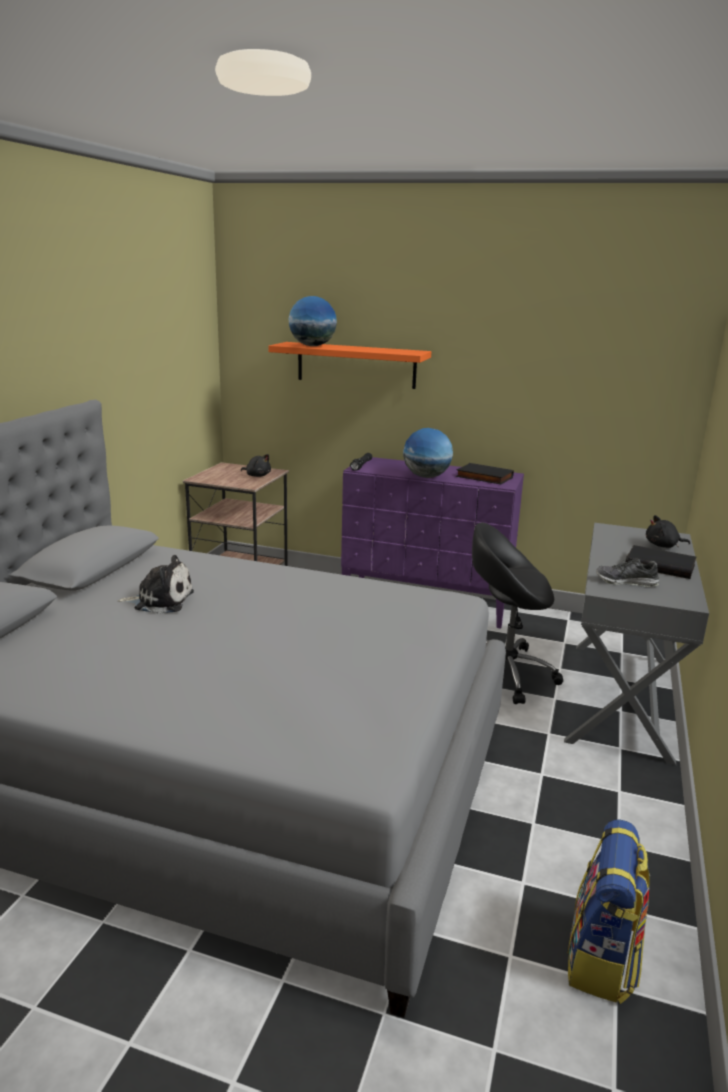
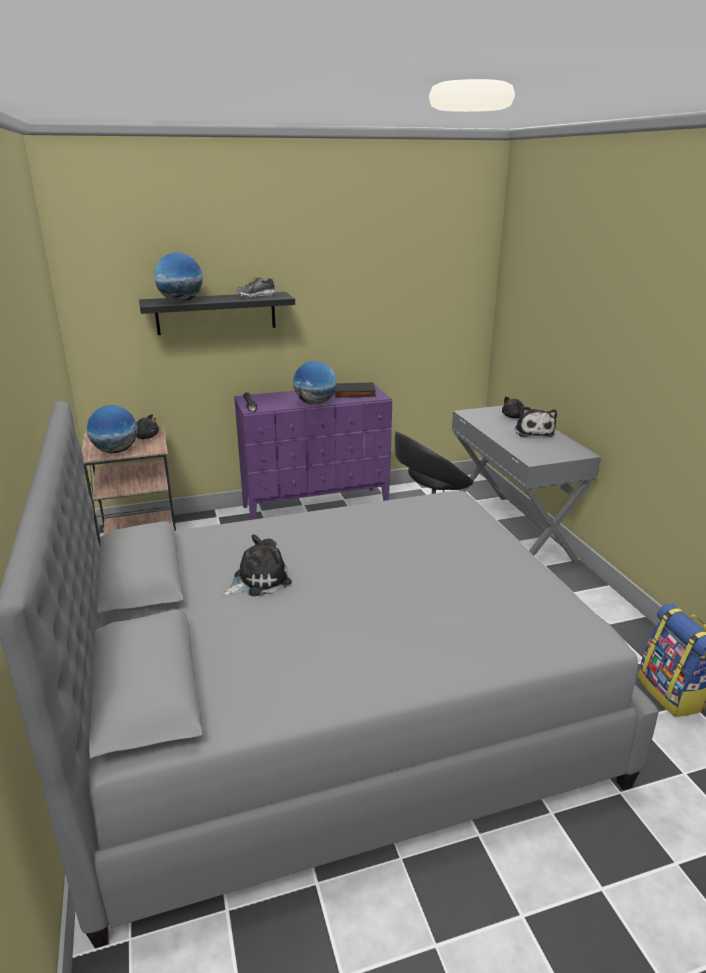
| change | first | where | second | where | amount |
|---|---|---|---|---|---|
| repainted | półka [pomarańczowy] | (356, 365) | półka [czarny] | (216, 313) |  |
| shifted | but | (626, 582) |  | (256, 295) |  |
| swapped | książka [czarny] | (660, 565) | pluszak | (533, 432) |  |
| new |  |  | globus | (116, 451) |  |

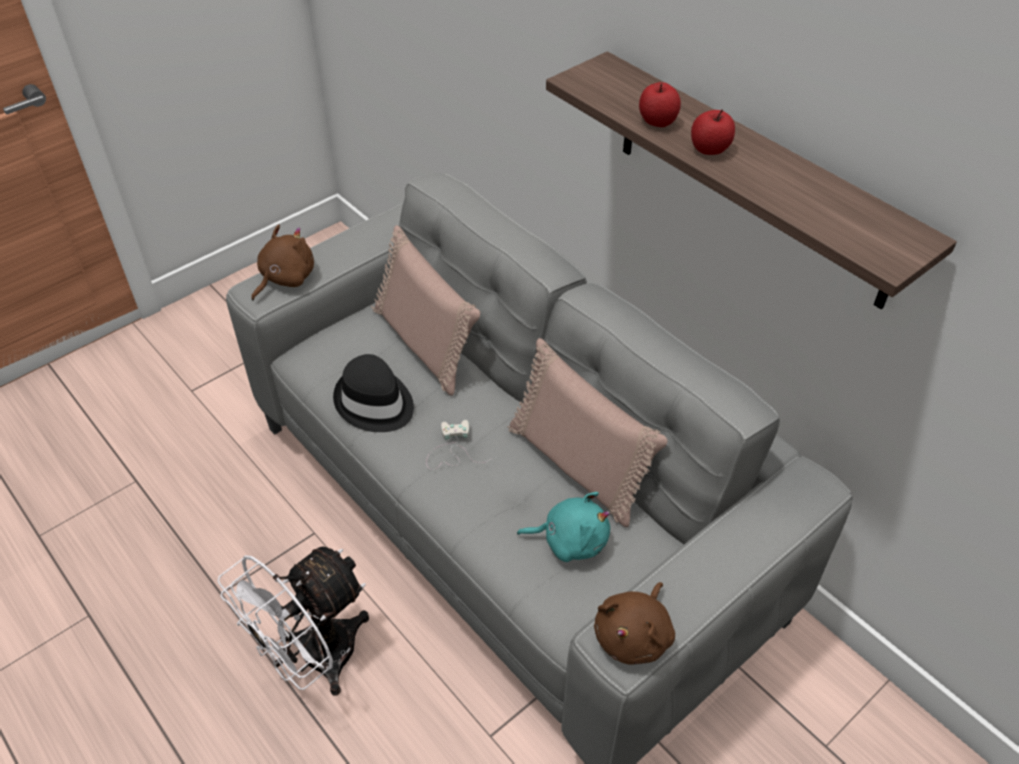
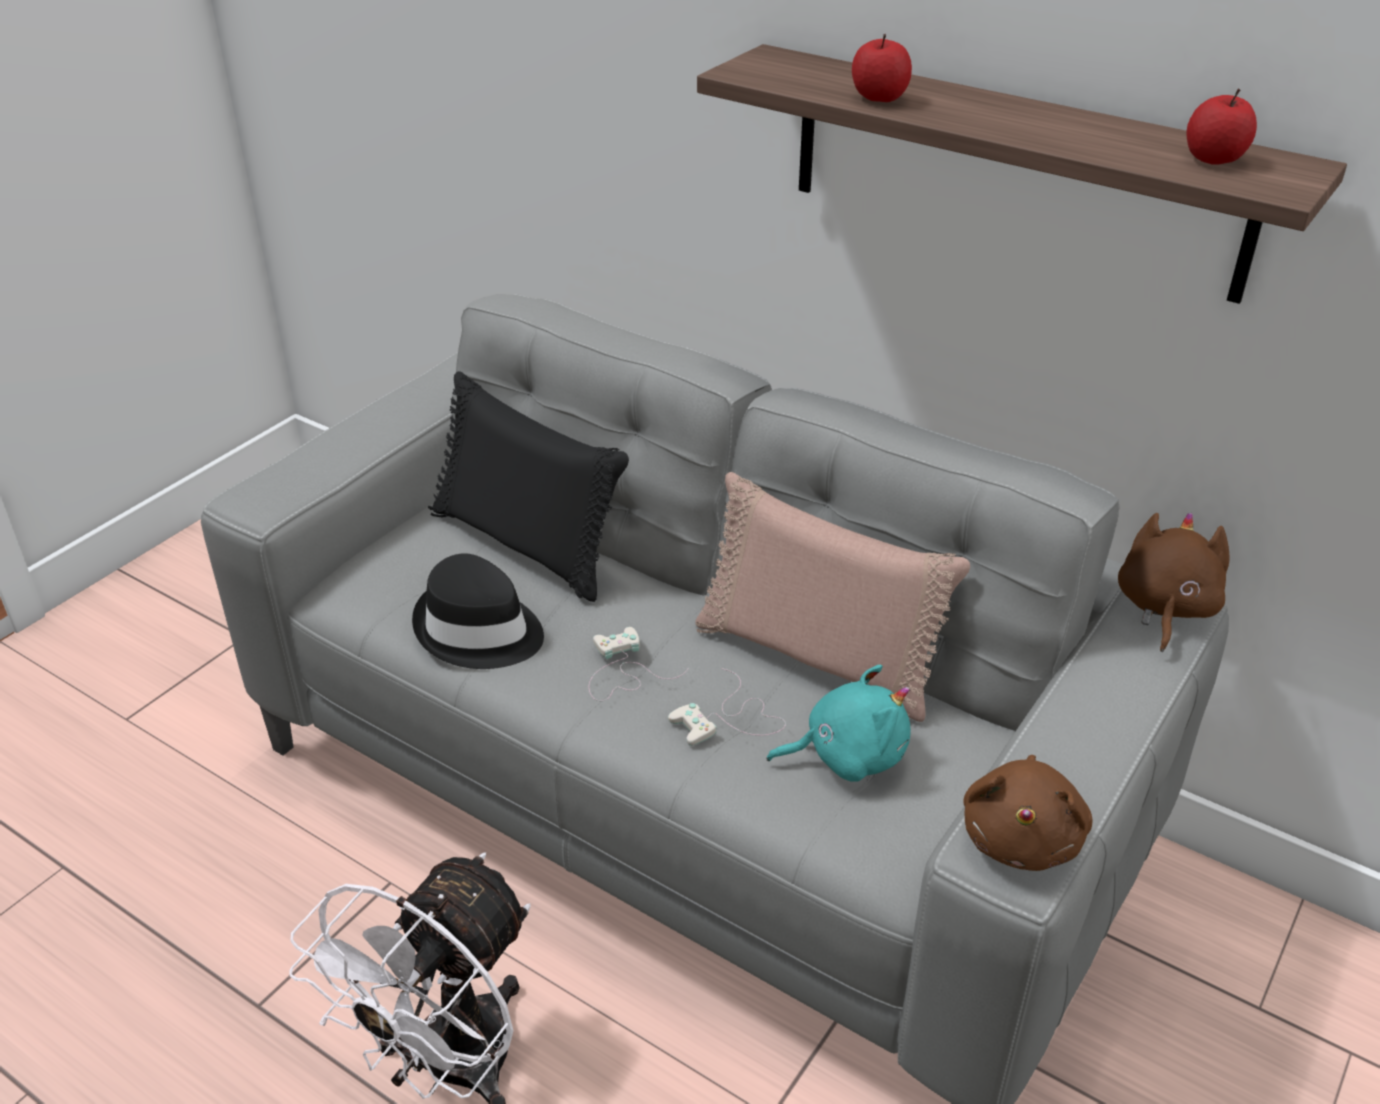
| change | first | where | second | where | amount |
|---|---|---|---|---|---|
| shifted | pluszak [brązowy] | (285, 278) |  | (1164, 608) |  |
| repainted | poduszka [beżowy] | (426, 344) | poduszka [czarny] | (528, 544) |  |
| shifted | jabłko | (710, 149) |  | (1214, 159) |  |
| new |  |  | pad do gier [biały] | (729, 719) |  |

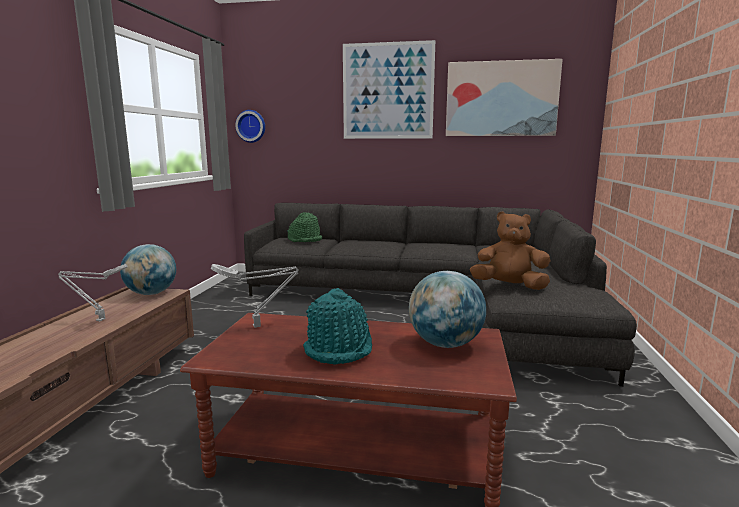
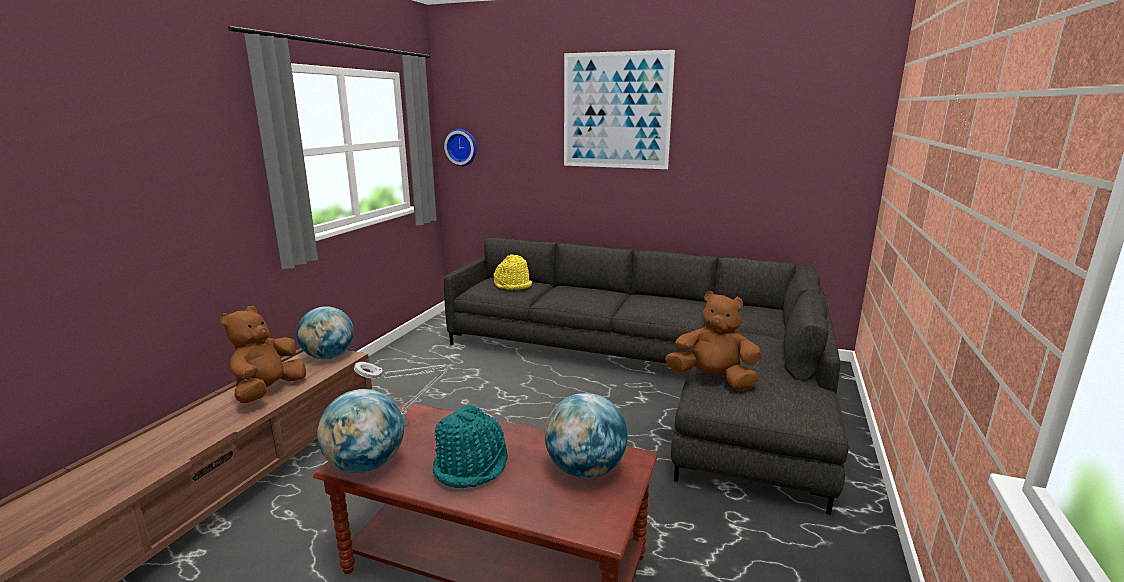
| change | first | where | second | where | amount |
|---|---|---|---|---|---|
| swapped | lampa stołowa [szary] | (98, 320) | pluszak [brązowy] | (268, 391) |  |
| repainted | kapelusz [zielony] | (305, 240) | kapelusz [żółty] | (513, 285) |  |
| gone | obraz | (501, 99) |  |  |  |
| new |  |  | globus | (365, 465) |  |

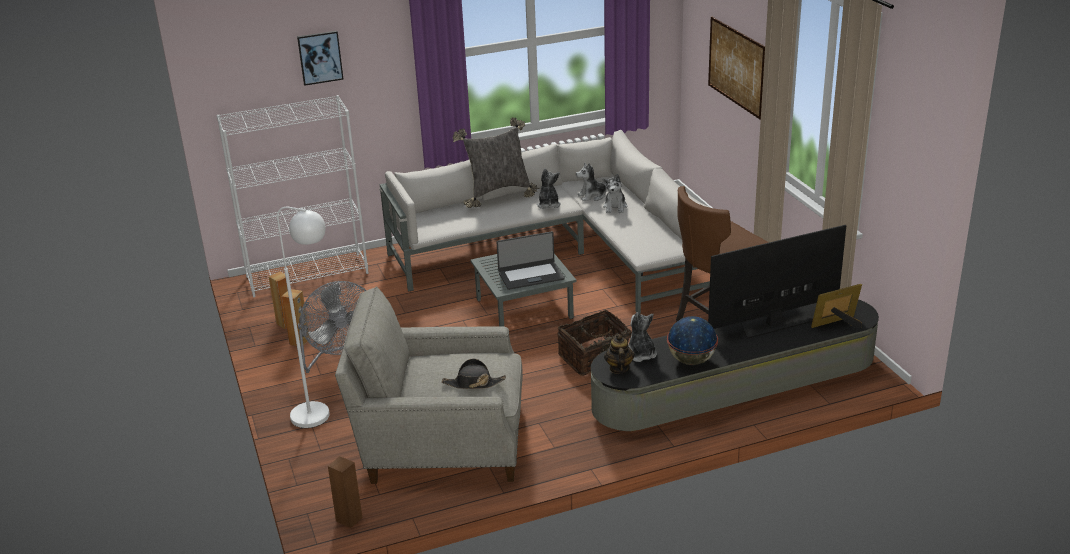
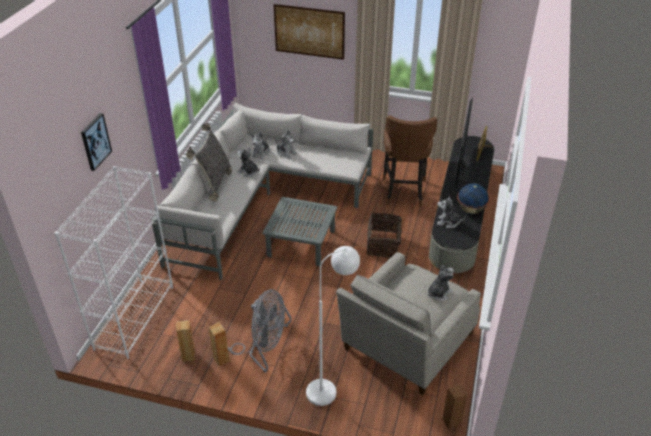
| change | first | where | second | where | amount |
|---|---|---|---|---|---|
| swapped | kapelusz [czarny] | (473, 383) | pluszak | (438, 293) |  |
| gone | laptop | (531, 275) |  |  |  |
| gone | imbryk | (619, 368) |  |  |  |

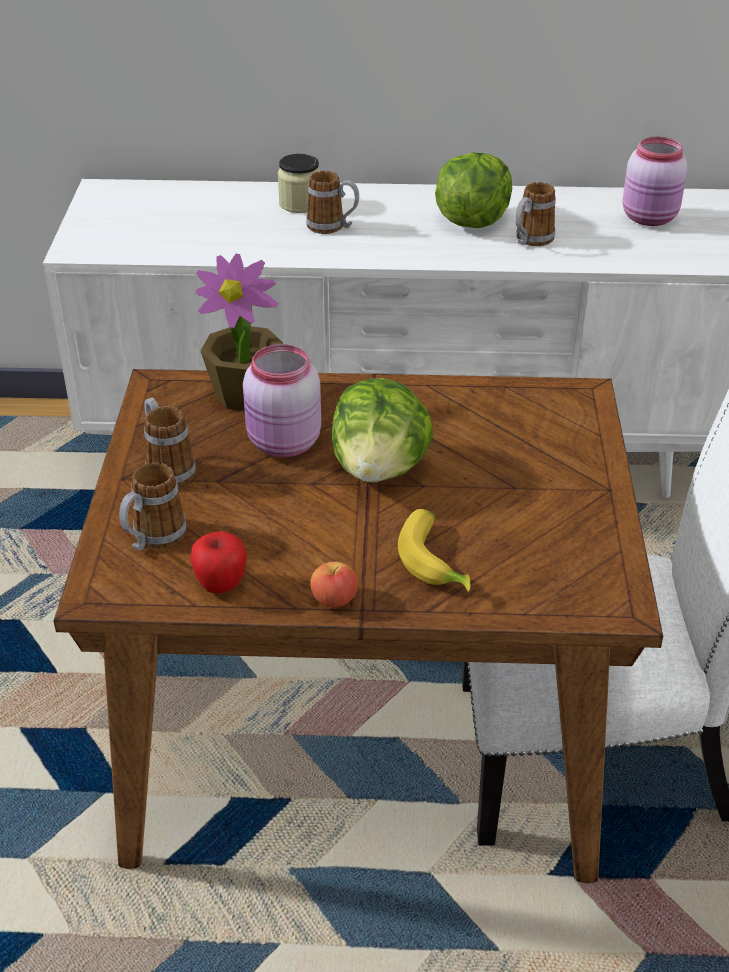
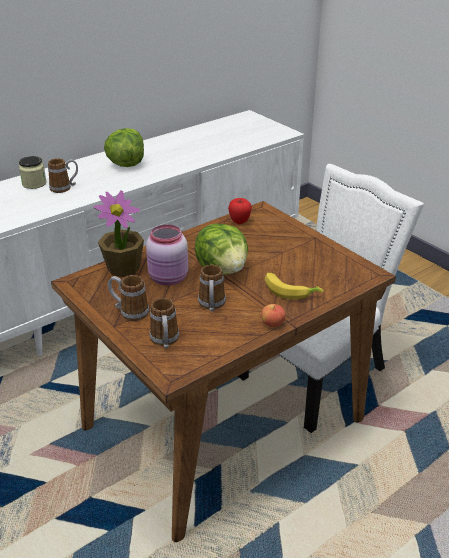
| change | first | where | second | where | amount |
|---|---|---|---|---|---|
| shifted | jabłko | (221, 585) |  | (239, 222) |  |
| shifted | kubek | (530, 241) |  | (211, 305) |  |
| gone | słoik [różowy] | (650, 218) |  |  |  |

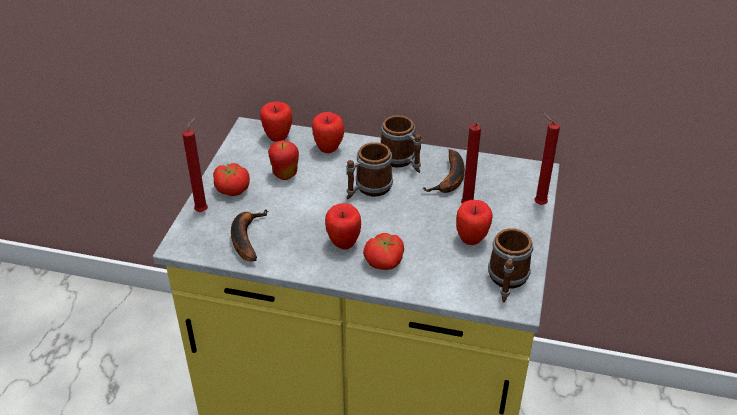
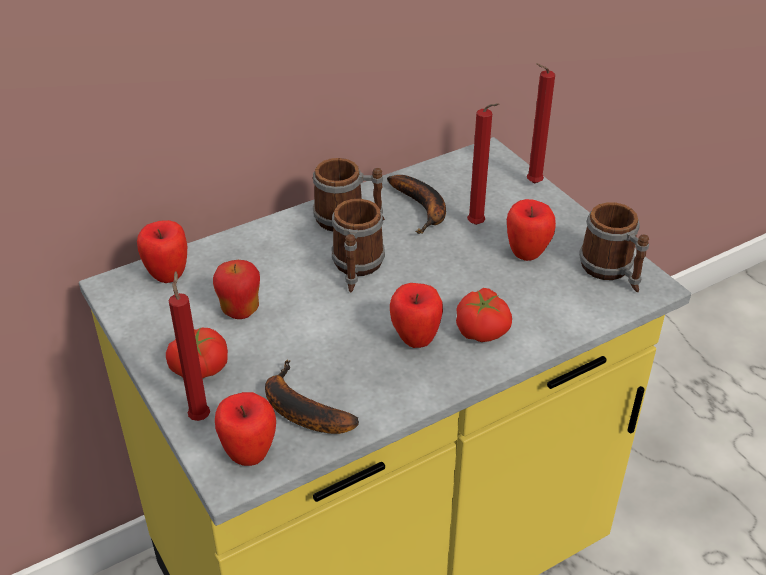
| change | first | where | second | where | amount |
|---|---|---|---|---|---|
| shifted | jabłko | (328, 148) |  | (249, 454) |  |

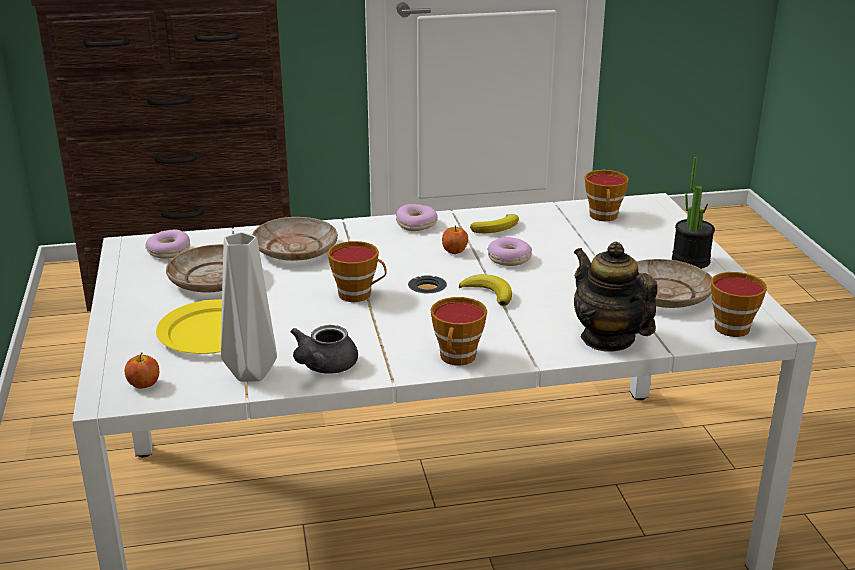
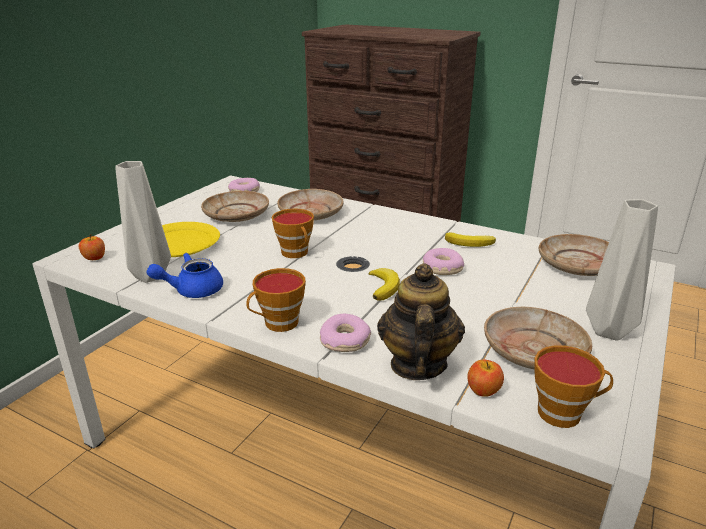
| change | first | where | second | where | amount |
|---|---|---|---|---|---|
| repainted | imbryk [szary] | (323, 367) | imbryk [niebieski] | (192, 290) |  |
| shifted | donut | (416, 224) |  | (345, 341) |  |
| shifted | jabłko | (455, 251) |  | (483, 390) |  |
| swapped | filiżanka | (604, 217) | talerz [beżowy] | (578, 265) |  |
| swapped | roślina doniczkowa | (690, 261) | wazon [szary] | (611, 331) |  |

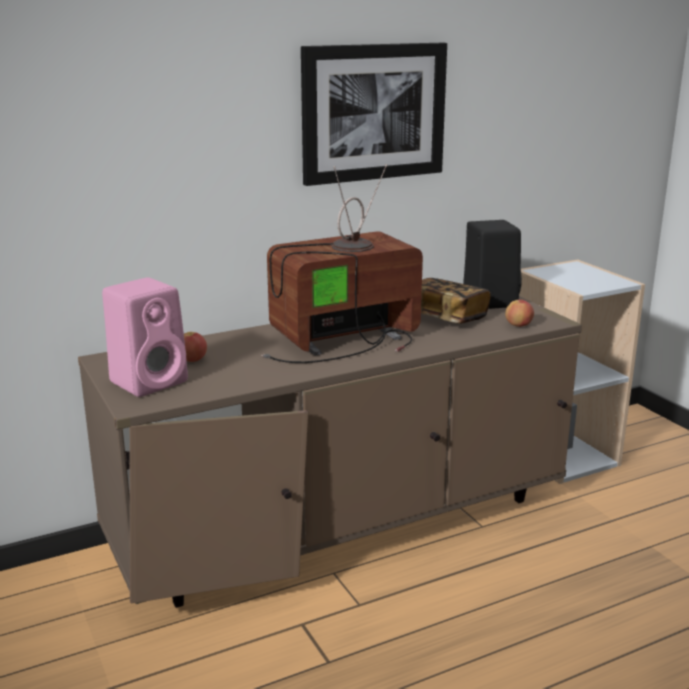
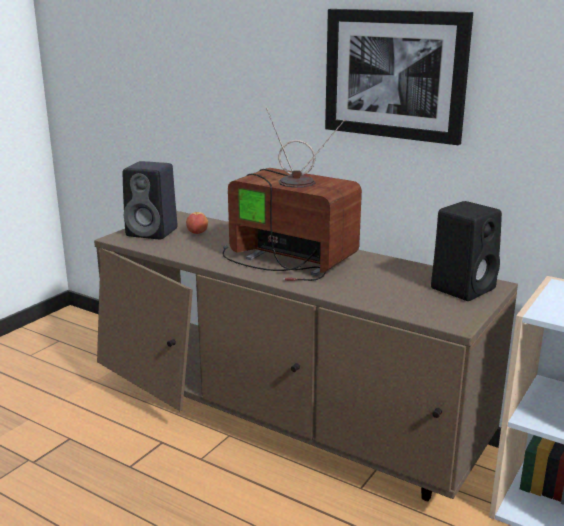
| change | first | where | second | where | amount |
|---|---|---|---|---|---|
| repainted | głośnik [różowy] | (150, 381) | głośnik [czarny] | (153, 232) |  |
| gone | książka | (446, 317) |  |  |  |
| gone | jabłko | (518, 325) |  |  |  |

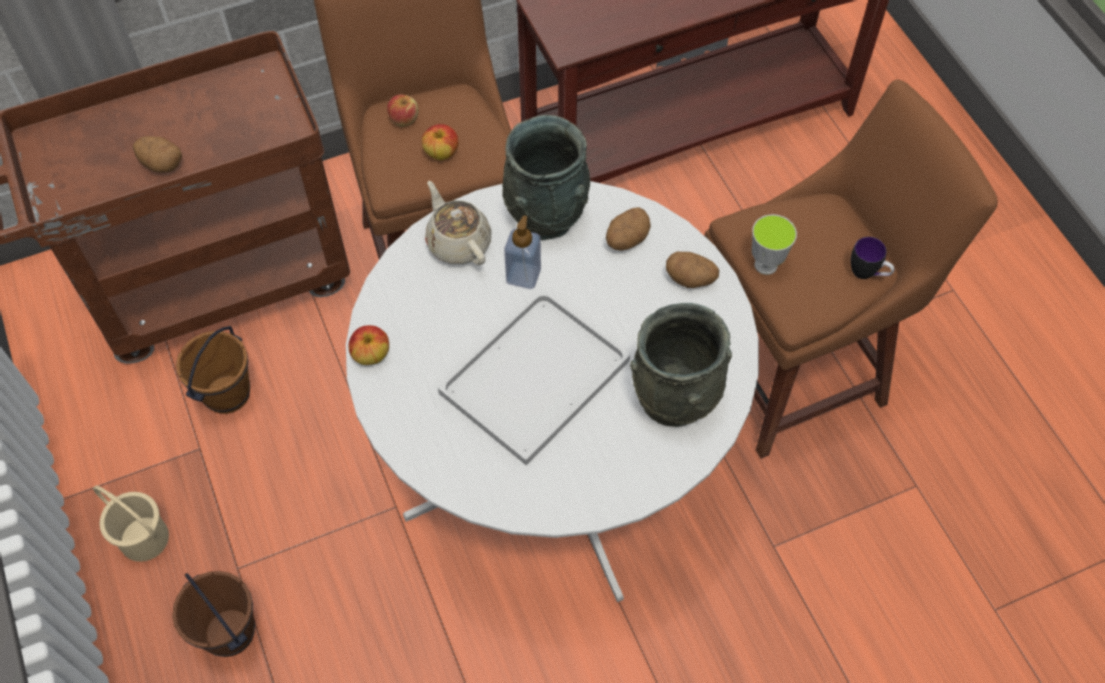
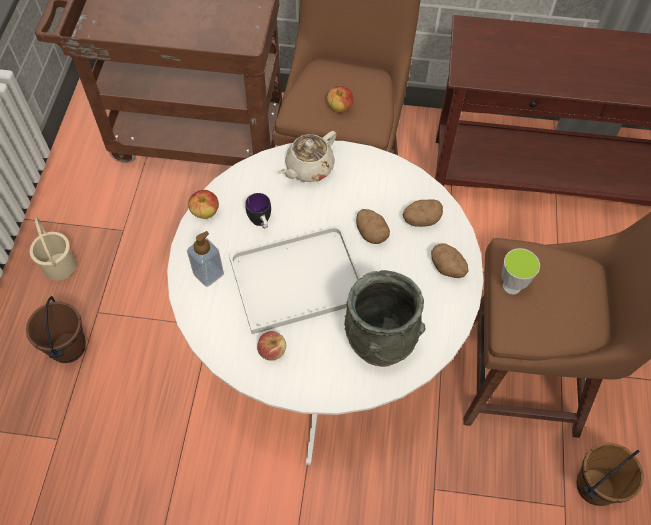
| change | first | where | second | where | amount |
|---|---|---|---|---|---|
| shifted | ziemniak | (161, 163) |  | (371, 233) |  |
| shifted | wiadro [brązowy] | (228, 394) |  | (595, 487) |  |
| shifted | jabłko | (404, 119) |  | (272, 351) |  |
| rotated | imbryk [beżowy] | (458, 242) |  | (308, 168) | 135 degrees counterclockwise |
| gone | wazon [szary] | (546, 218) |  |  |  |
| shifted | dozownik mydła | (523, 275) |  | (208, 274) |  |
| shifted | kubek | (867, 274) |  | (261, 223) |  |

